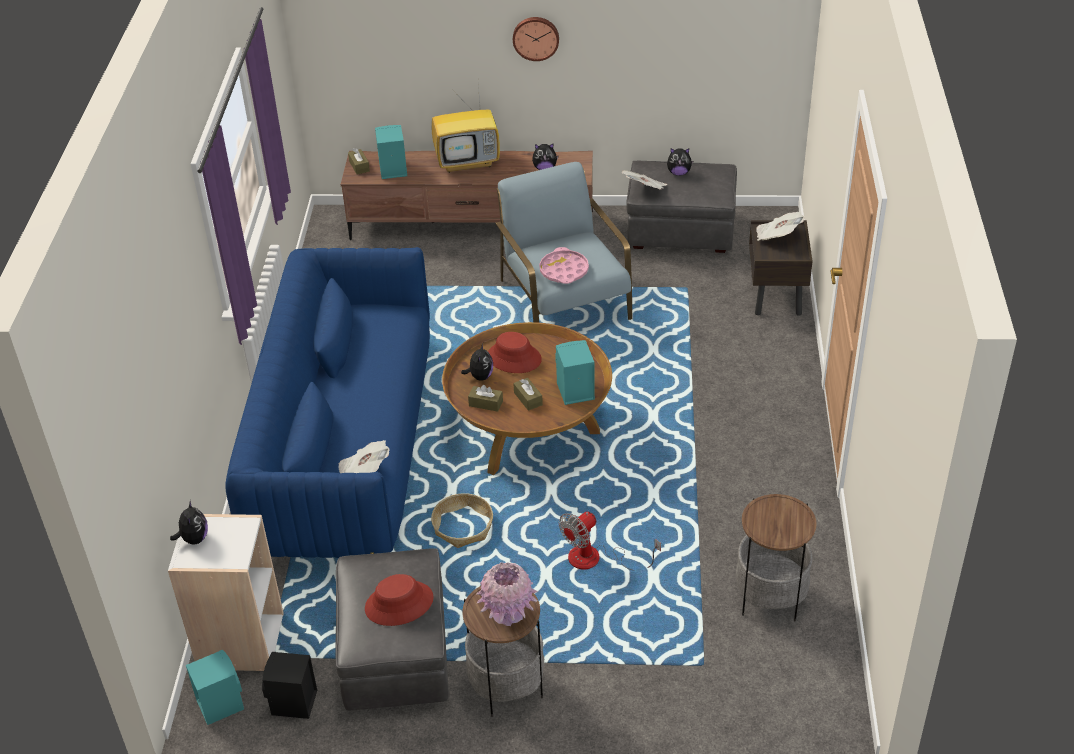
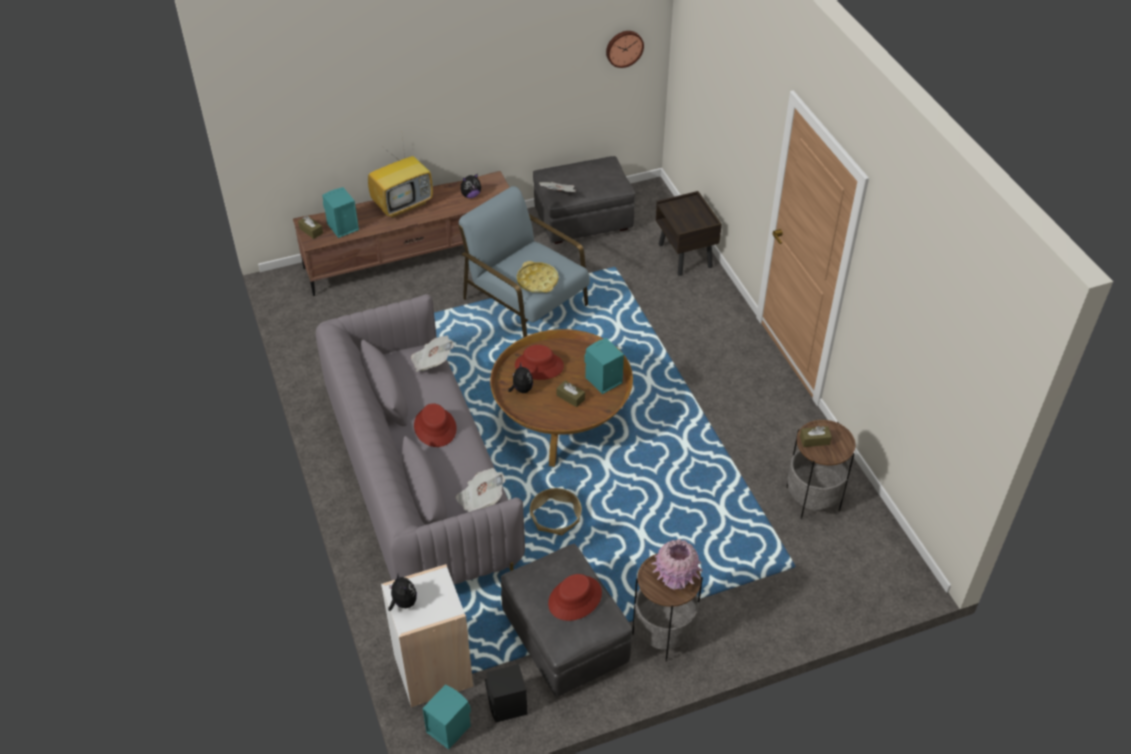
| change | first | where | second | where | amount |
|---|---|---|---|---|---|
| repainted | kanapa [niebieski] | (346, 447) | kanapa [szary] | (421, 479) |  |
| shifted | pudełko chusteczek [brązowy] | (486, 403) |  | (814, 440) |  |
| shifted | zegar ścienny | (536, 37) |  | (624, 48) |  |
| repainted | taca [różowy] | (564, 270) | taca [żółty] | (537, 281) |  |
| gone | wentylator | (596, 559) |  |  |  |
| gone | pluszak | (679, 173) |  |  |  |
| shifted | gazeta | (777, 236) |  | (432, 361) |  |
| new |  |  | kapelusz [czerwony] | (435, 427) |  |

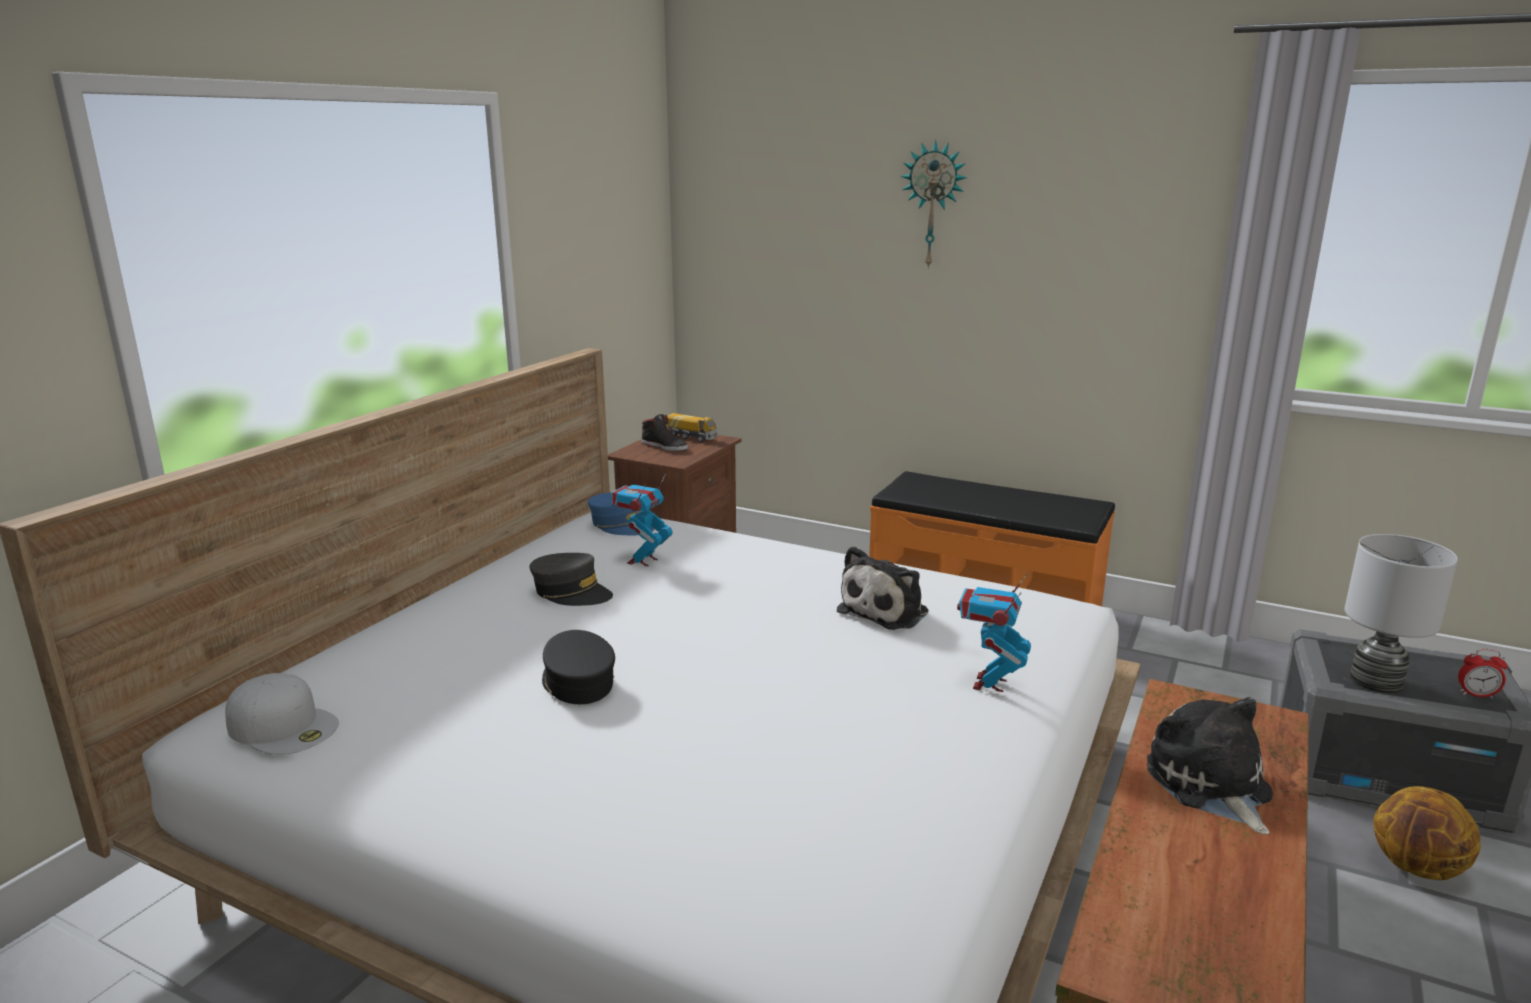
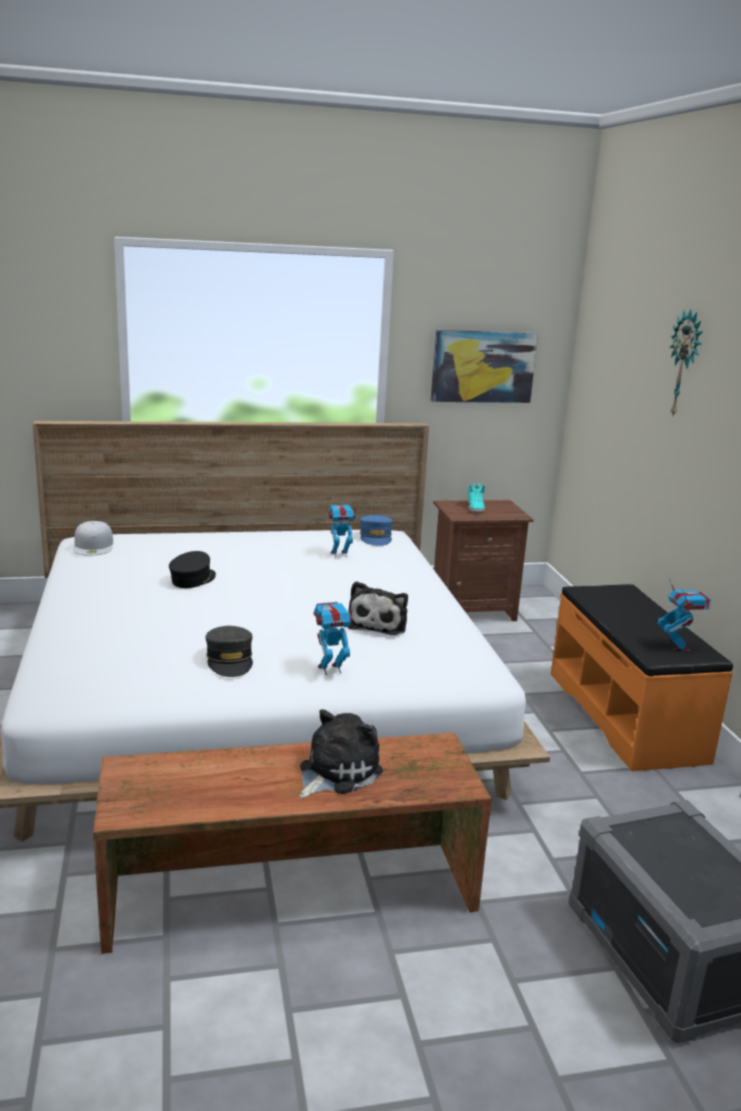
| change | first | where | second | where | amount |
|---|---|---|---|---|---|
| shifted | czapka z daszkiem [szary] | (571, 592) |  | (230, 661) |  |
| repainted | but [czarny] | (665, 446) | but [turkusowy] | (476, 507) |  |
| gone | ciężarówka zabawkowa | (692, 438) |  |  |  |
| rotated | pluszak | (887, 611) |  | (379, 624) | 75 degrees counterclockwise |
| gone | lampa stołowa [szary] | (1376, 681) |  |  |  |
| gone | piłka do koszykówki | (1416, 868) |  |  |  |
| gone | budzik | (1476, 695) |  |  |  |
| new |  |  | obraz | (483, 366) |  |
| new |  |  | robot zabawkowy | (677, 647) |  |

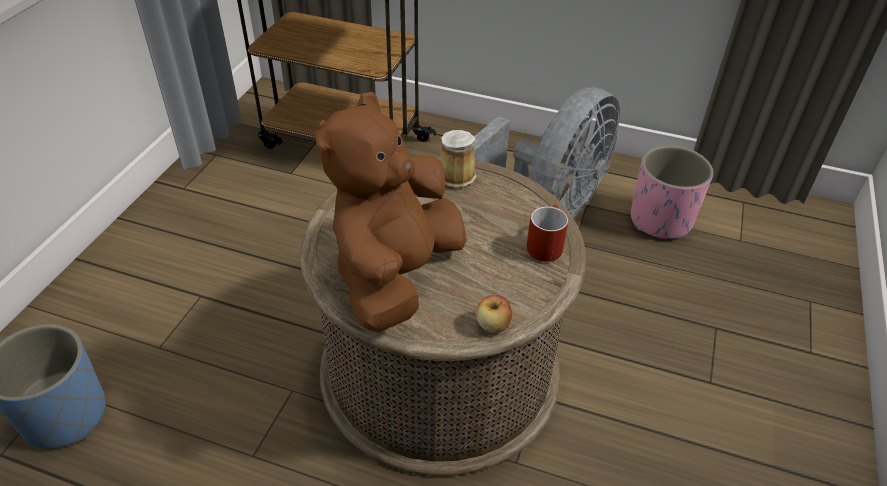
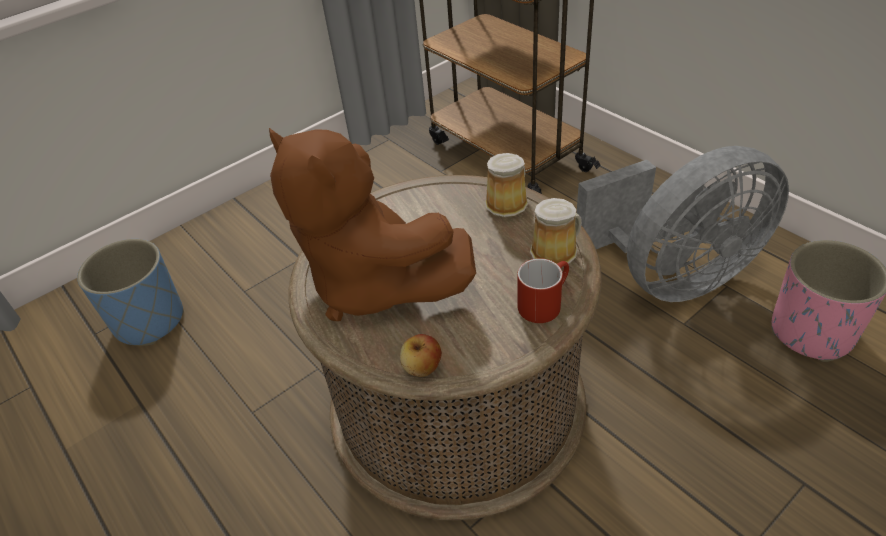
| change | first | where | second | where | amount |
|---|---|---|---|---|---|
| rotated | pluszak [brązowy] | (395, 275) |  | (373, 284) | 105 degrees counterclockwise |
| new |  |  | kubek | (556, 251) |  |

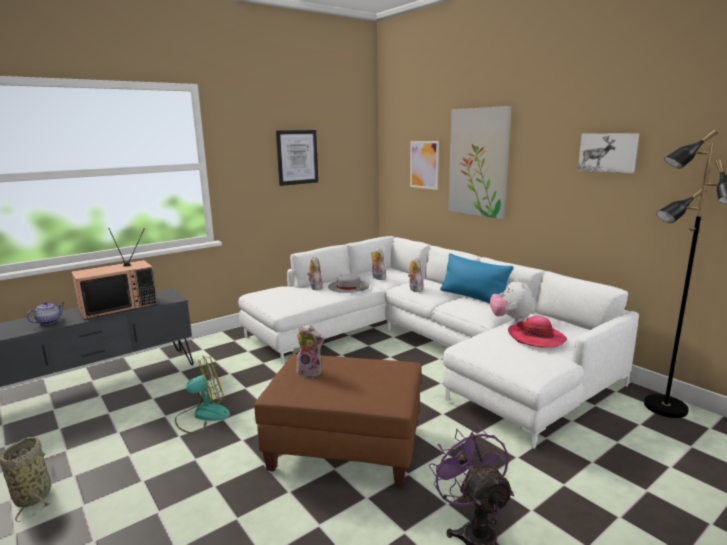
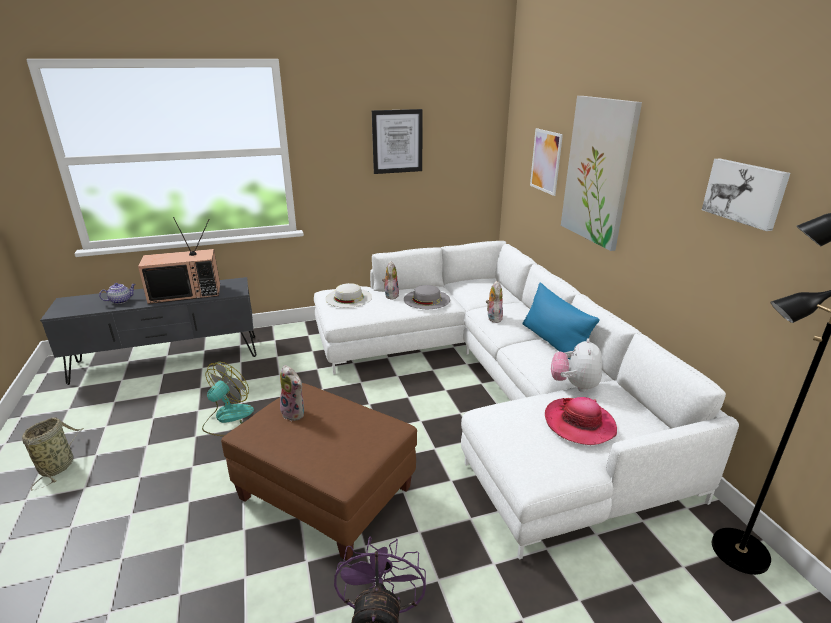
| change | first | where | second | where | amount |
|---|---|---|---|---|---|
| rotated | wentylator | (203, 415) |  | (227, 418) | 60 degrees counterclockwise |
| gone | pluszak | (377, 278) |  |  |  |
| new |  |  | kapelusz [biały] | (348, 297) |  |

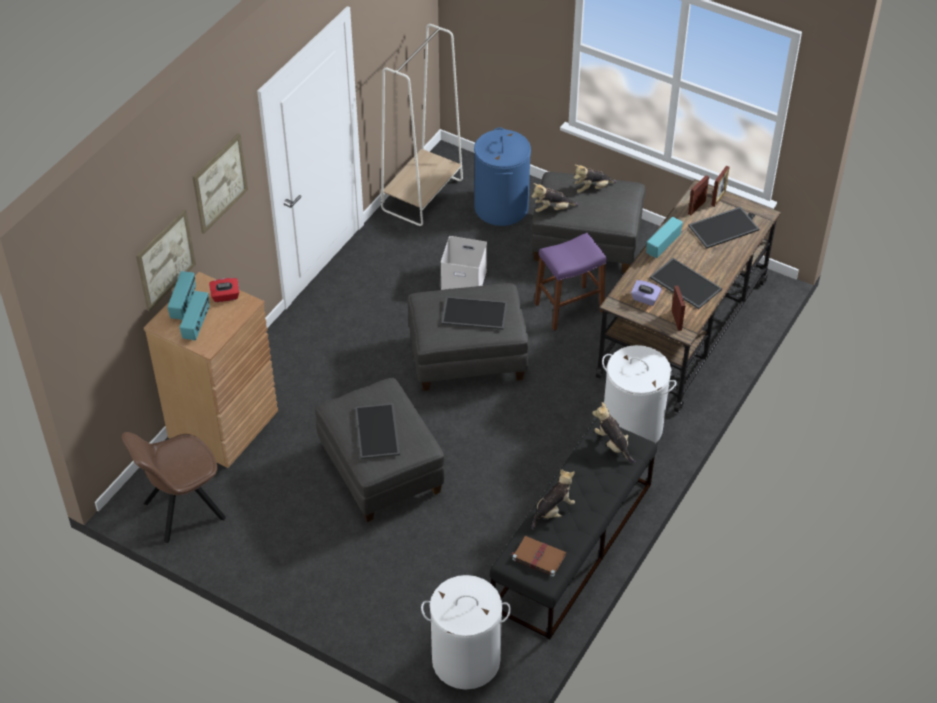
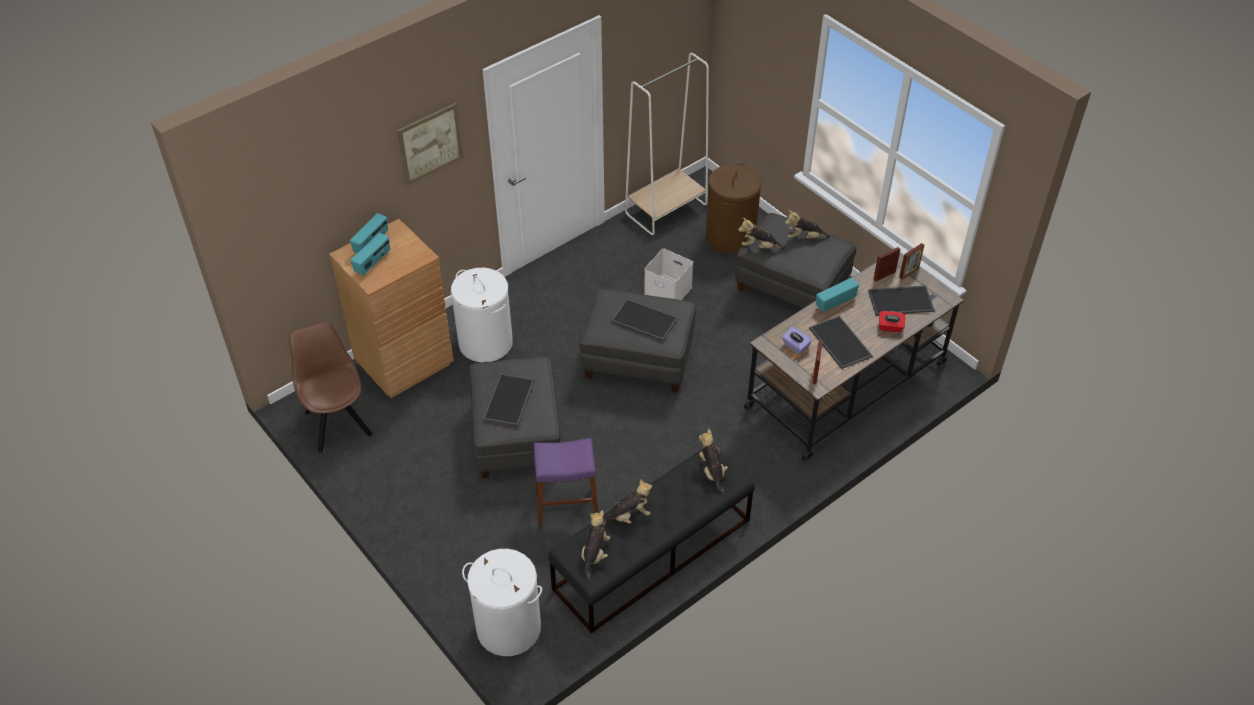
| change | first | where | second | where | amount |
|---|---|---|---|---|---|
| rotated | krzesło [brązowy] | (183, 510) |  | (337, 423) | 75 degrees clockwise |
| gone | obraz | (165, 259) |  |  |  |
| shifted | pudełko chusteczek [czerwony] | (225, 296) |  | (890, 327) |  |
| repainted | kosz na pranie [niebieski] | (501, 207) | kosz na pranie [brązowy] | (730, 237) |  |
| swapped | książka [brązowy] | (538, 557) | pluszak | (595, 554) |  |
| shifted | stołek [fioletowy] | (569, 308) |  | (567, 506) |  |
| shifted | kosz na pranie [biały] | (632, 427) |  | (486, 343) |  |

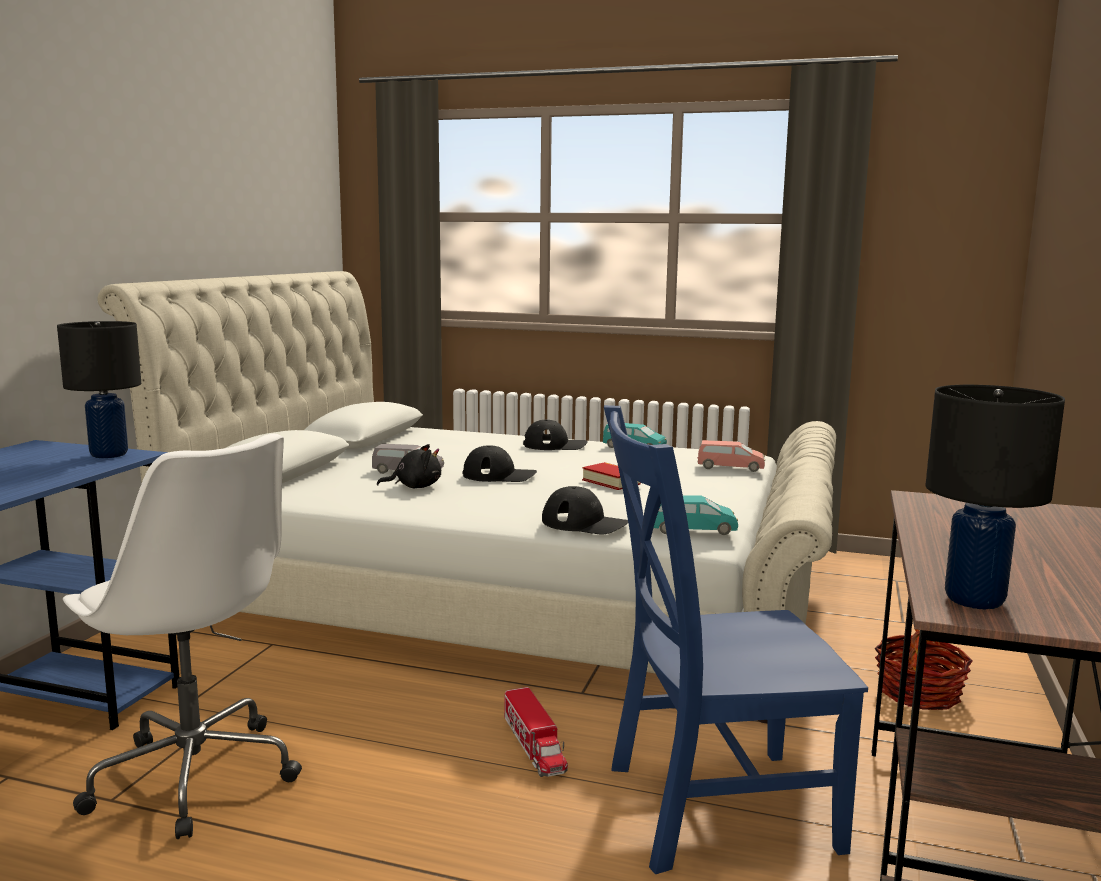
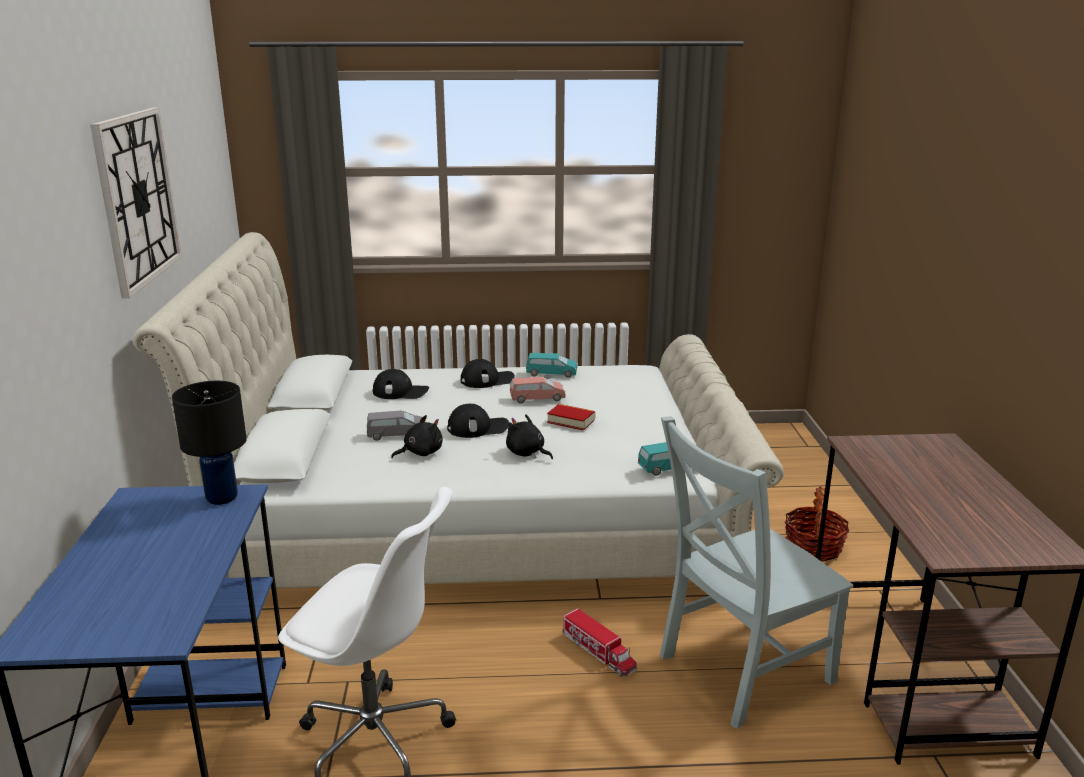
| change | first | where | second | where | amount |
|---|---|---|---|---|---|
| shifted | czapka z daszkiem [czarny] | (585, 523) |  | (401, 392) |  |
| repainted | krzesło [niebieski] | (710, 807) | krzesło [szary] | (739, 671) |  |
| shifted | samochodzik [różowy] | (730, 467) |  | (537, 398) |  |
| gone | lampa stołowa [czarny] | (977, 601) |  |  |  |
| new |  |  | zegar ścienny | (137, 198) |  |
| new |  |  | pluszak [czarny] | (527, 453) |  |

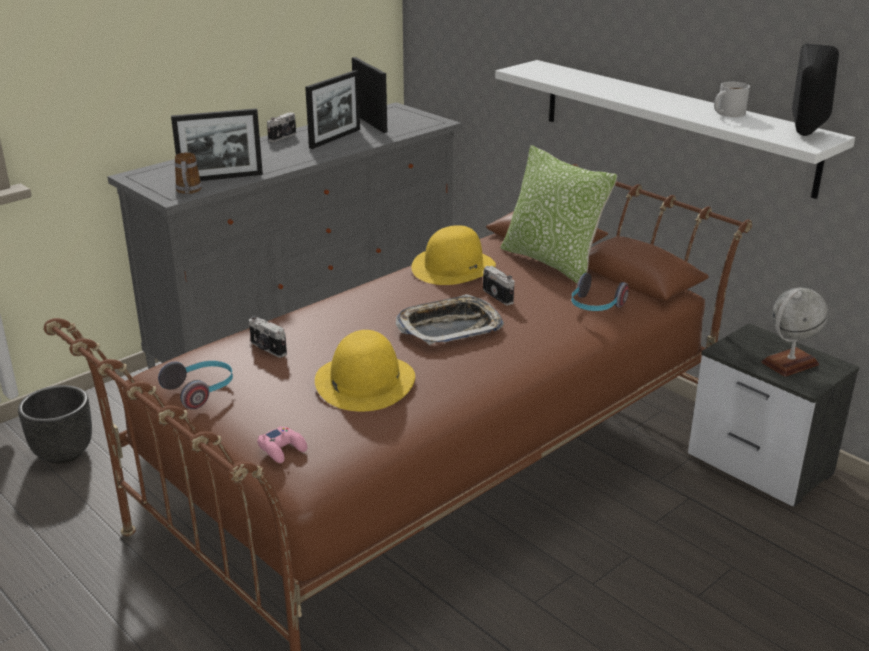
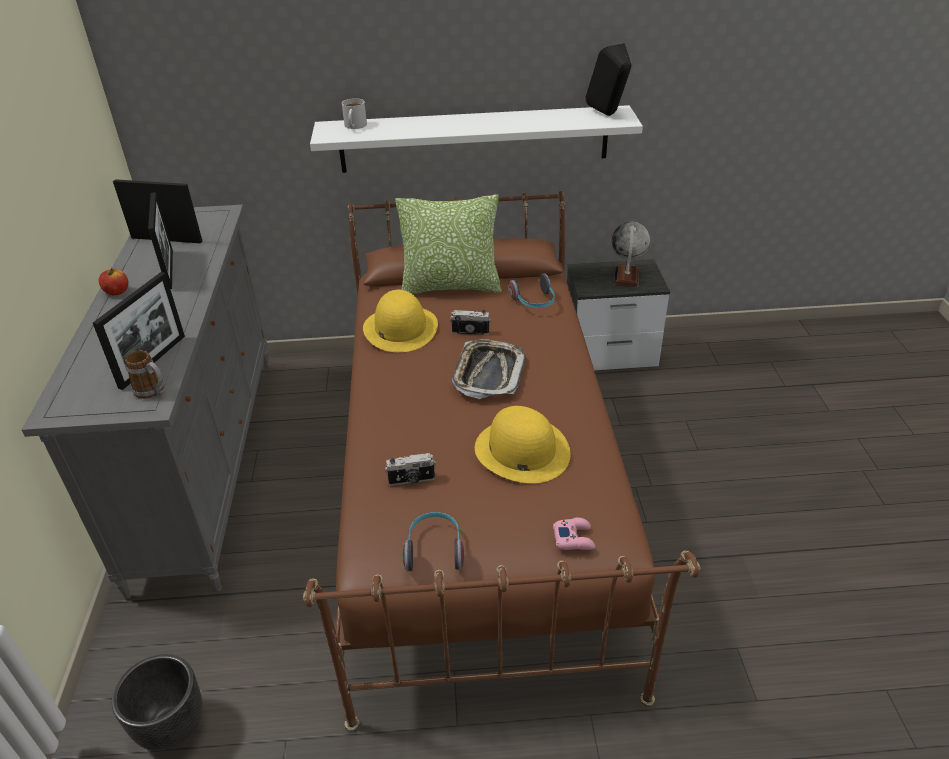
| change | first | where | second | where | amount |
|---|---|---|---|---|---|
| swapped | aparat fotograficzny | (283, 137) | jabłko | (117, 292) |  |
| shifted | kubek [biały] | (727, 113) |  | (354, 126) |  |

